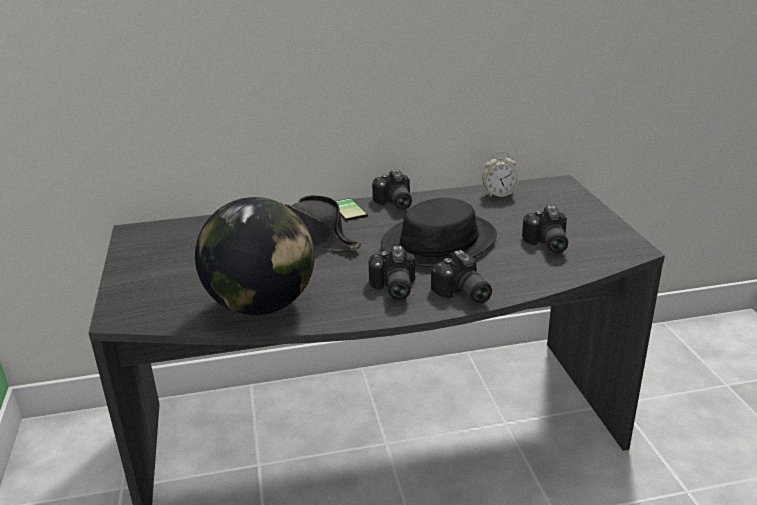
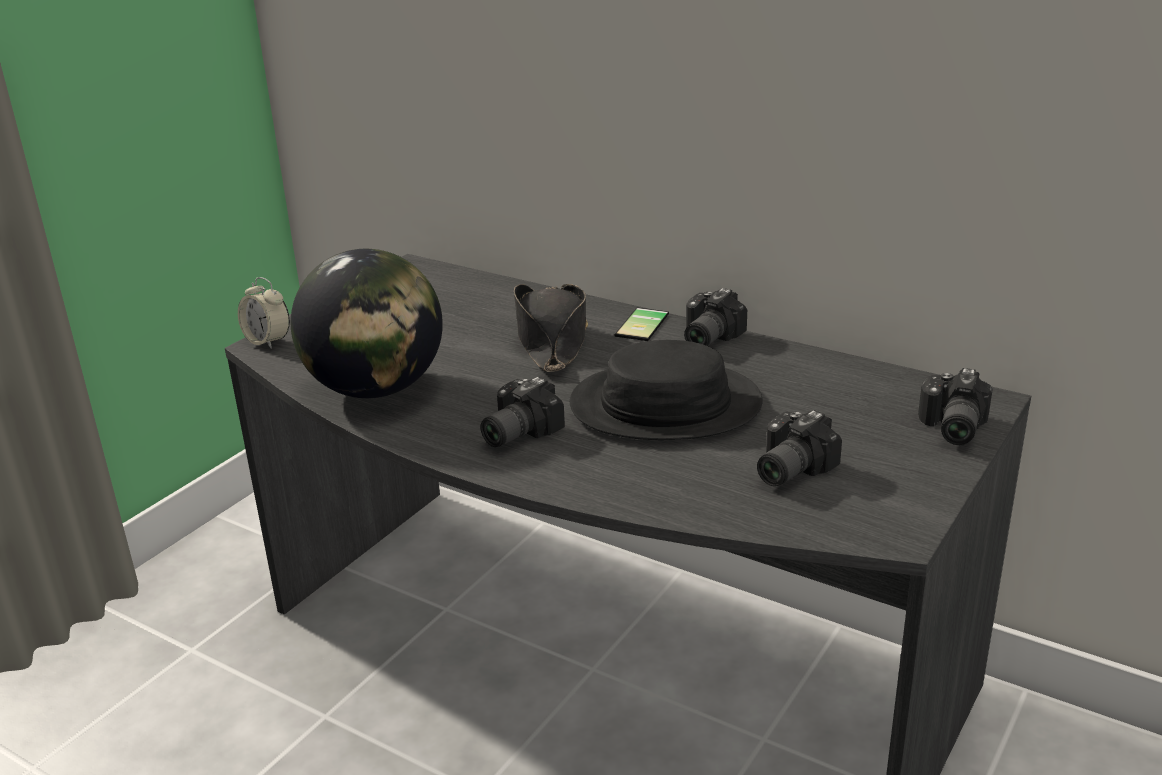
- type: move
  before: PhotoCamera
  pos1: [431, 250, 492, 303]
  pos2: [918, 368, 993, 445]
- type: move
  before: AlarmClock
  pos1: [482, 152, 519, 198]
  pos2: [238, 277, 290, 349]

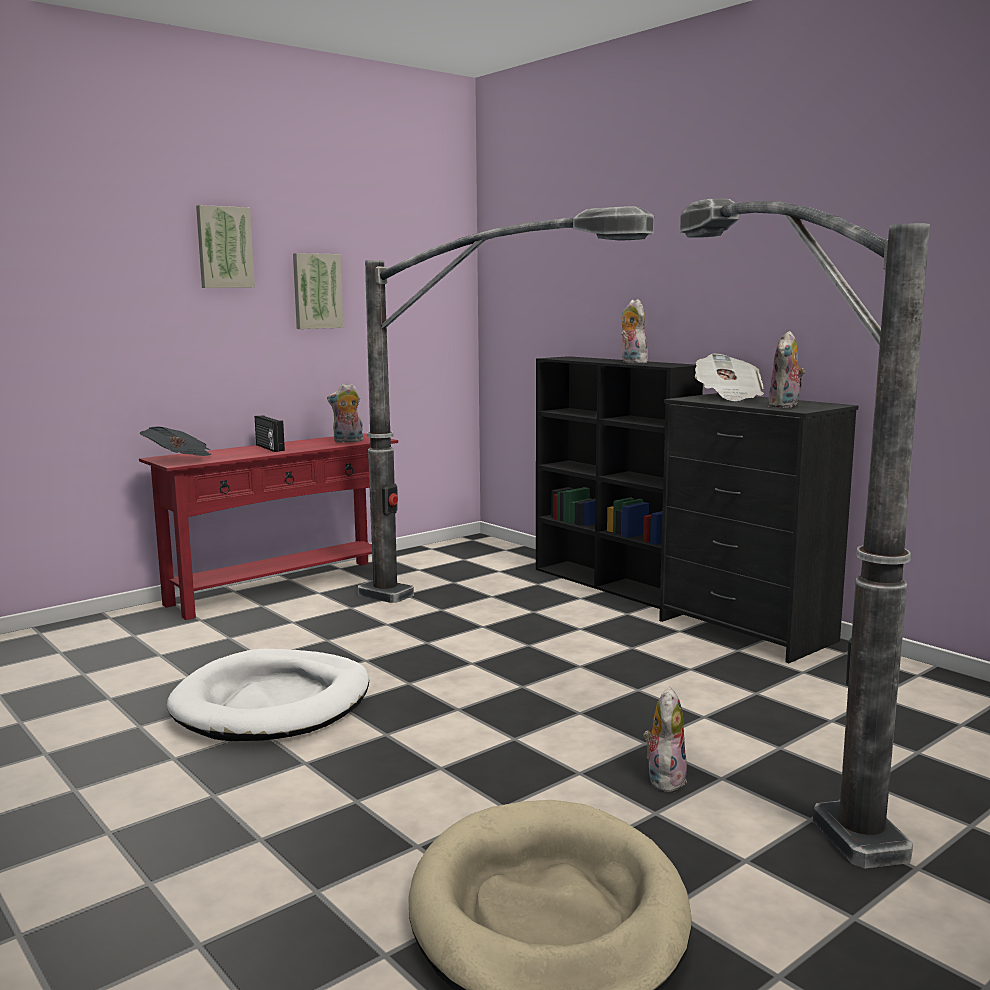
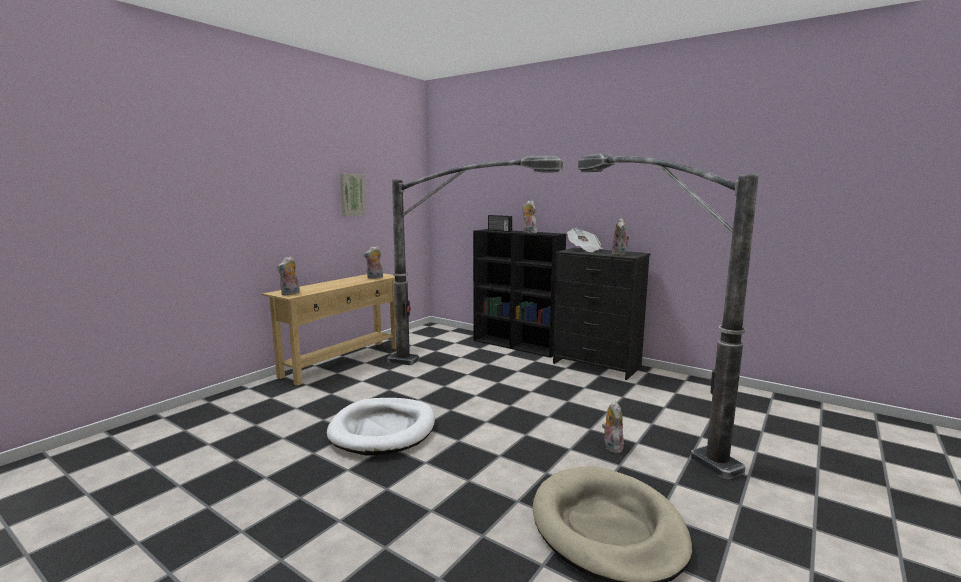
- type: recolor
  before: RedConsoleTable
  after: BeigeConsoleTable
  pos1: [139, 433, 398, 620]
  pos2: [262, 273, 396, 386]
- type: replace
  before: Newspaper
  after: PlushToy
  pos1: [140, 427, 212, 456]
  pos2: [277, 256, 300, 296]
- type: delete
  before: Picture
  pos1: [196, 205, 255, 288]
- type: move
  before: Radio
  pos1: [255, 415, 285, 452]
  pos2: [488, 215, 512, 232]

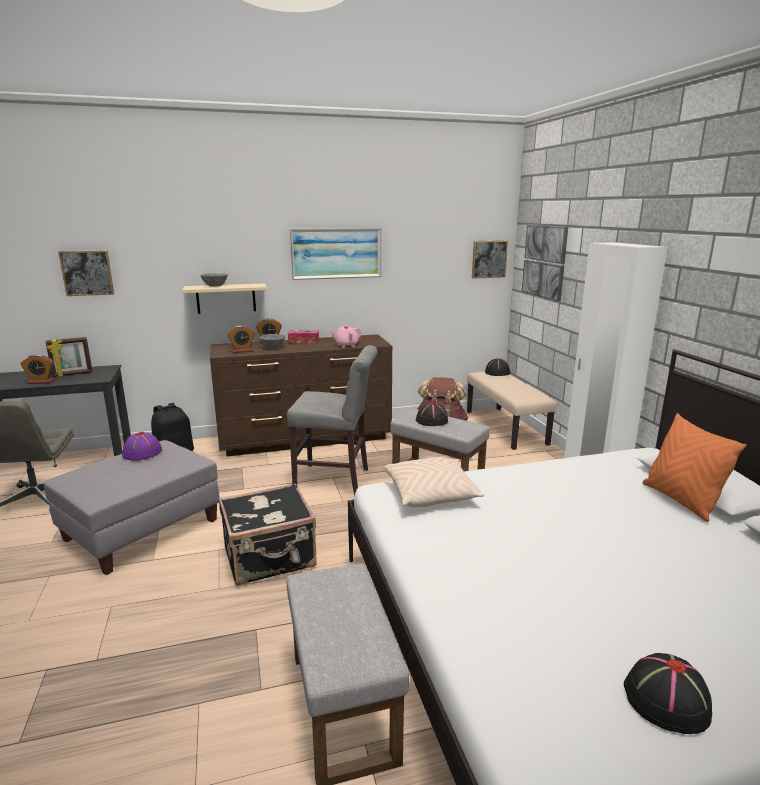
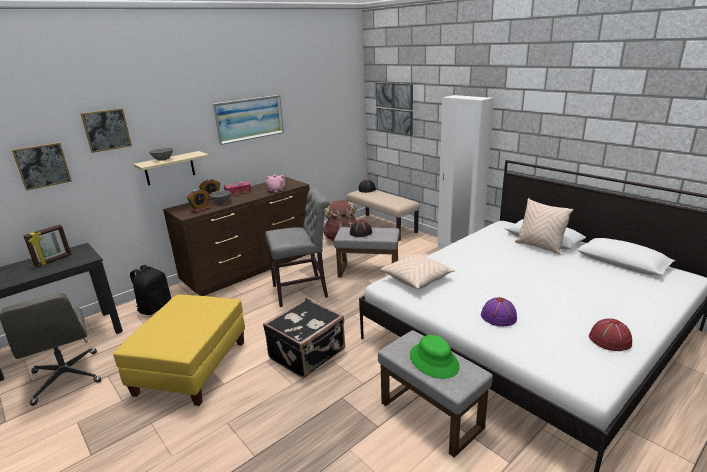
- type: delete
  before: AlarmClock
  pos1: [20, 354, 55, 384]
- type: recolor
  before: GreyOttoman
  after: YellowOttoman
  pos1: [44, 440, 220, 575]
  pos2: [113, 295, 245, 406]
- type: move
  before: PurpleHat
  pos1: [122, 432, 162, 461]
  pos2: [481, 297, 517, 327]
- type: move
  before: Picture
  pos1: [472, 240, 508, 279]
  pos2: [80, 108, 132, 153]
- type: recolor
  before: BlackHat
  after: RedHat
  pos1: [624, 653, 712, 734]
  pos2: [589, 319, 632, 351]
- type: recolor
  before: OrangePillow
  after: BeigePillow
  pos1: [643, 413, 747, 522]
  pos2: [515, 198, 573, 255]
- type: insert
  after: GreenHat
  pos2: [410, 335, 460, 379]

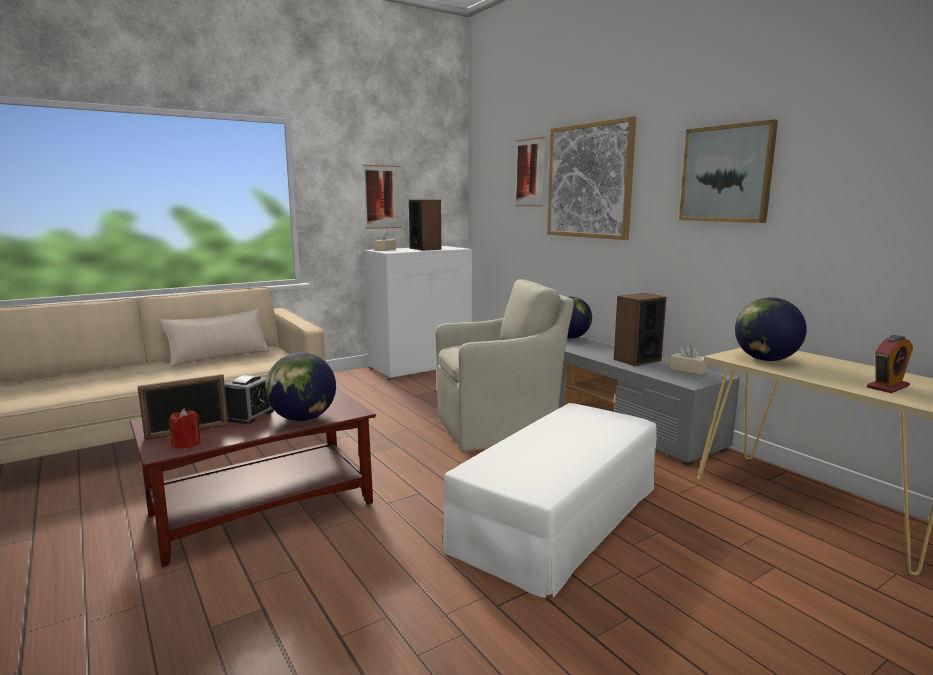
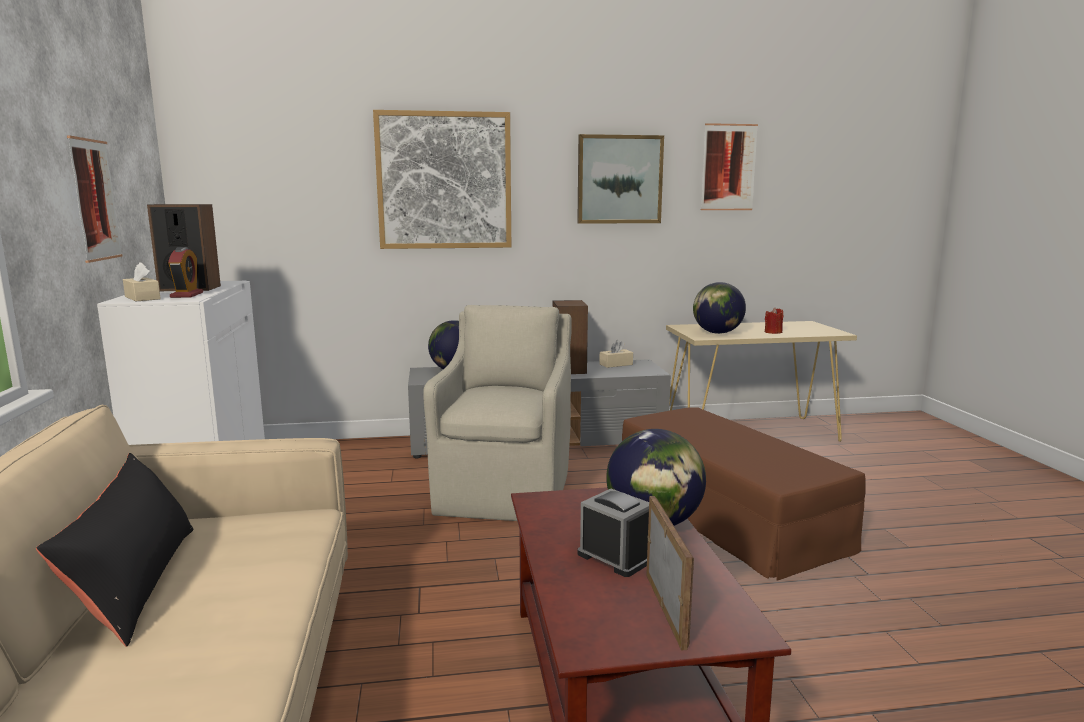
- type: recolor
  before: BeigePillow
  after: BlackPillow
  pos1: [160, 309, 270, 367]
  pos2: [36, 453, 194, 647]
- type: move
  before: RedCandle
  pos1: [169, 408, 200, 449]
  pos2: [765, 307, 783, 334]
- type: recolor
  before: WhiteOttoman
  after: BrownOttoman
  pos1: [442, 403, 657, 598]
  pos2: [622, 407, 866, 580]
- type: move
  before: Picture
  pos1: [515, 137, 545, 207]
  pos2: [701, 123, 758, 210]
- type: move
  before: AlarmClock
  pos1: [867, 335, 913, 393]
  pos2: [168, 247, 203, 298]

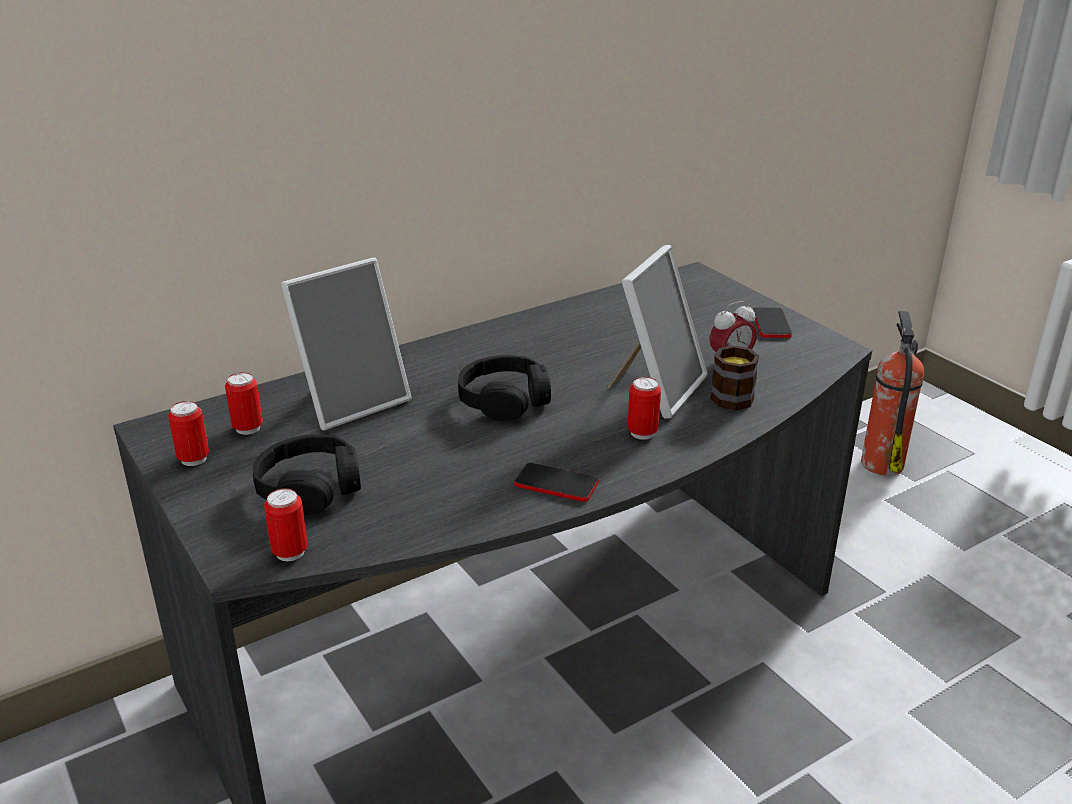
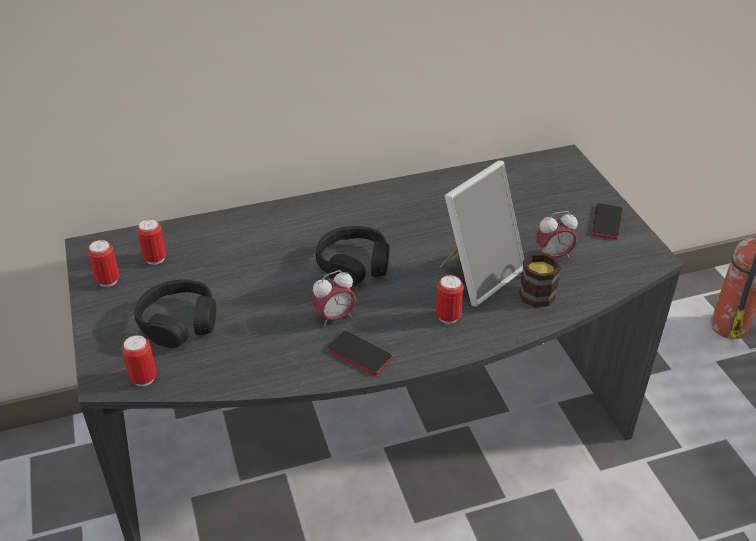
- type: delete
  before: PictureFrame
  pos1: [281, 257, 412, 430]
- type: insert
  after: AlarmClock
  pos2: [312, 270, 356, 327]

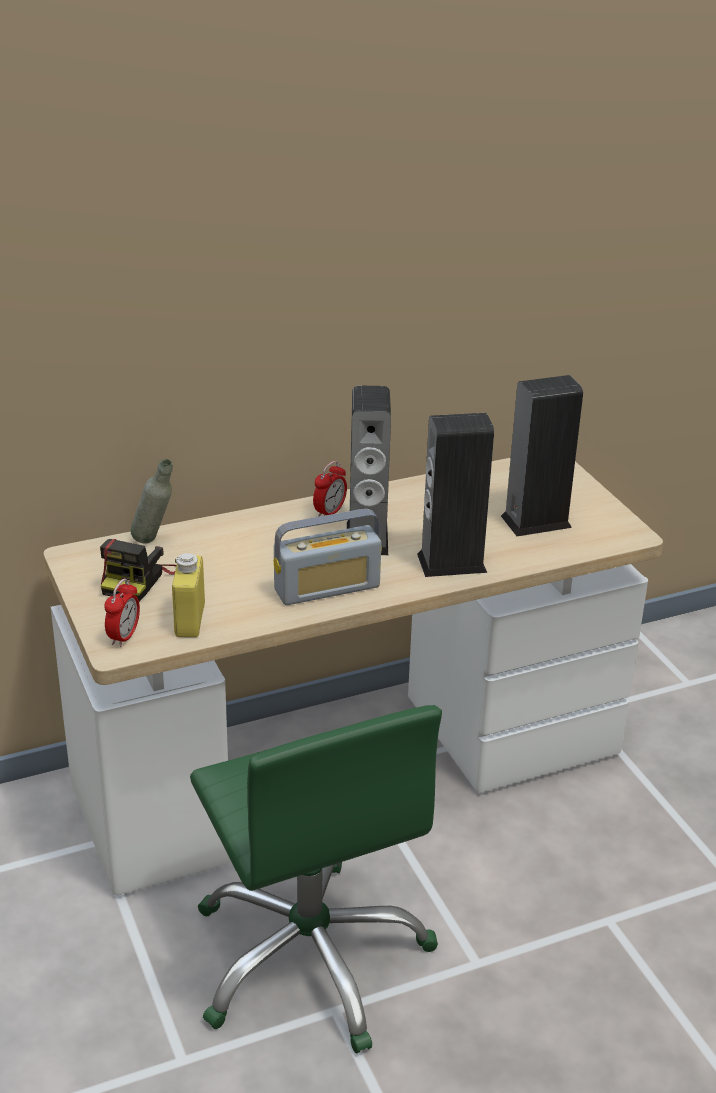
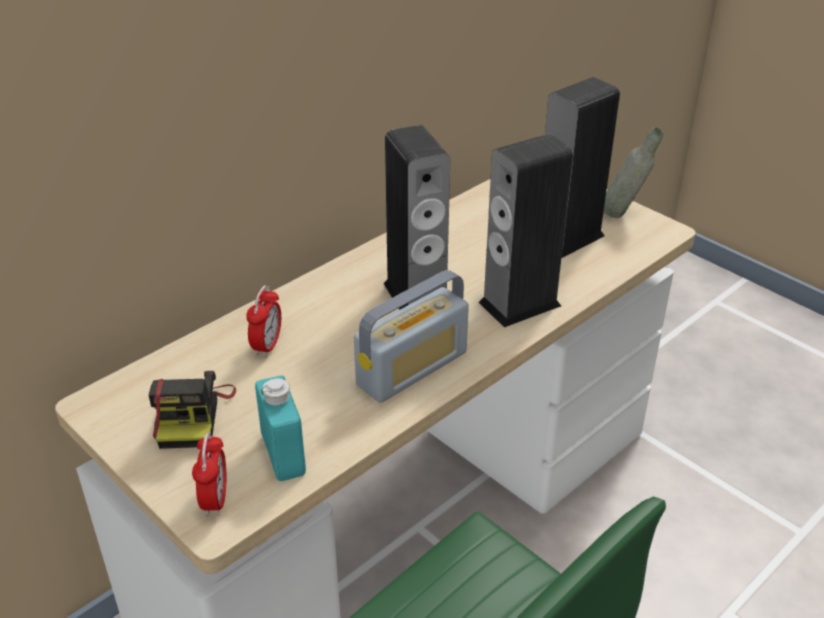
- type: move
  before: GreyBottle
  pos1: [131, 459, 173, 544]
  pos2: [604, 127, 663, 218]
- type: recolor
  before: YellowBottle
  after: TurquoiseBottle
  pos1: [172, 553, 205, 638]
  pos2: [255, 376, 306, 481]
- type: move
  before: AlarmClock
  pos1: [313, 461, 347, 517]
  pos2: [246, 285, 281, 358]

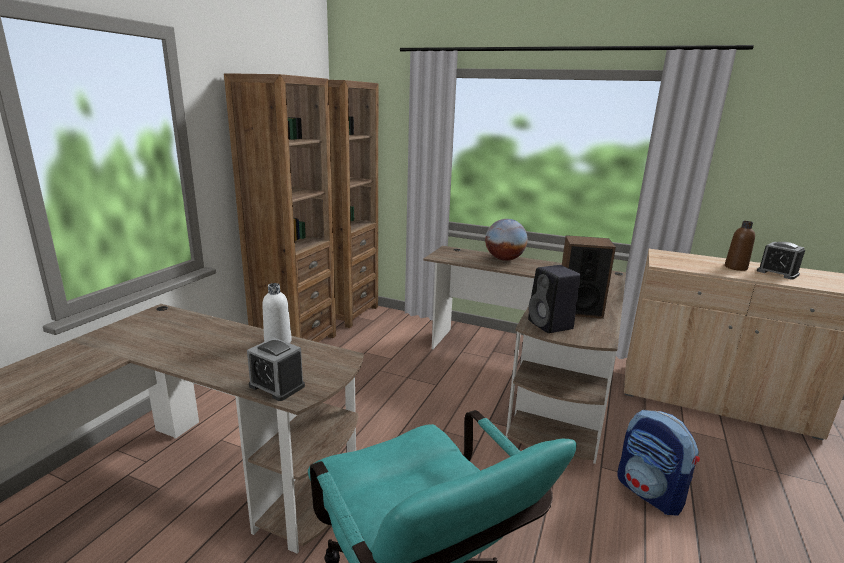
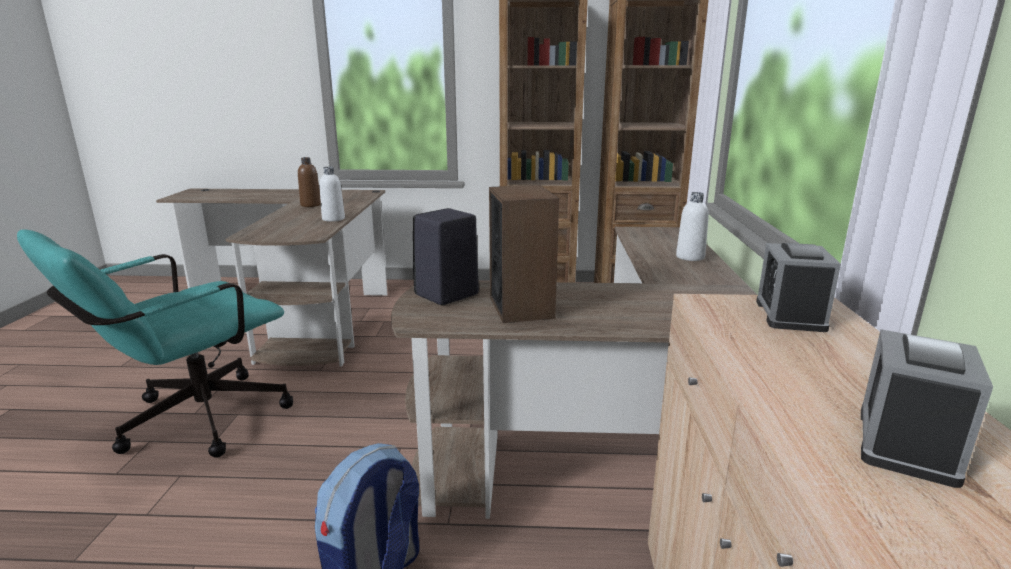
- type: move
  before: AlarmClock
  pos1: [247, 337, 305, 401]
  pos2: [756, 243, 841, 332]
- type: replace
  before: Globe
  after: WhiteBottle
  pos1: [485, 219, 528, 261]
  pos2: [676, 192, 709, 261]
- type: move
  before: BrownBottle
  pos1: [725, 221, 755, 271]
  pos2: [298, 157, 321, 207]

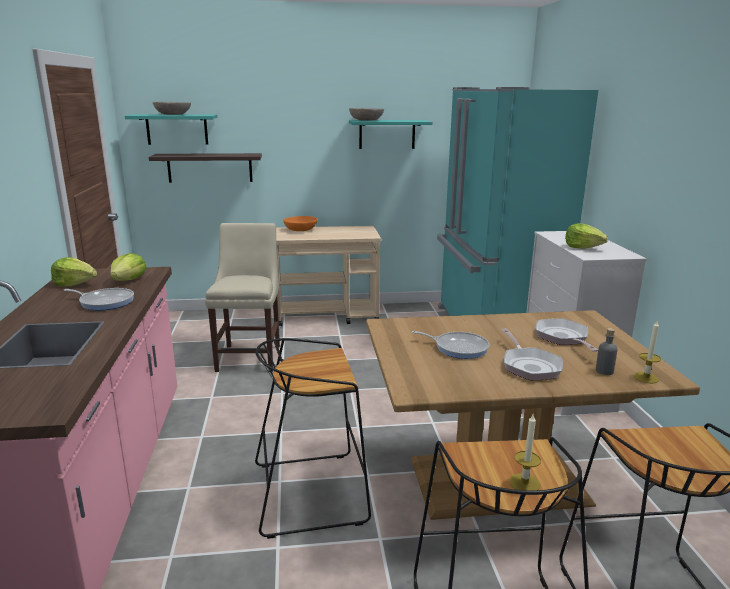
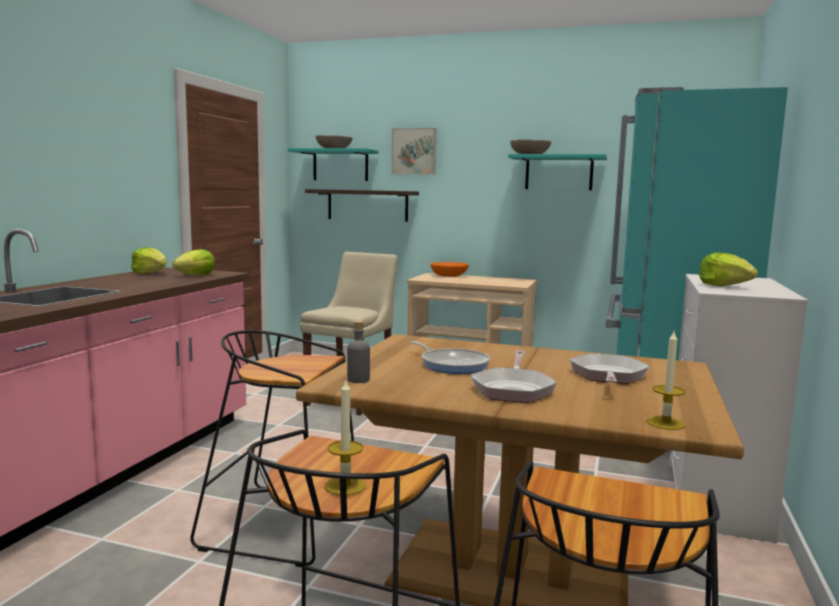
- type: delete
  before: FryingPan
  pos1: [64, 288, 134, 310]
- type: move
  before: GreyBottle
  pos1: [596, 328, 618, 375]
  pos2: [347, 321, 370, 383]
- type: insert
  after: Picture
  pos2: [391, 128, 436, 175]

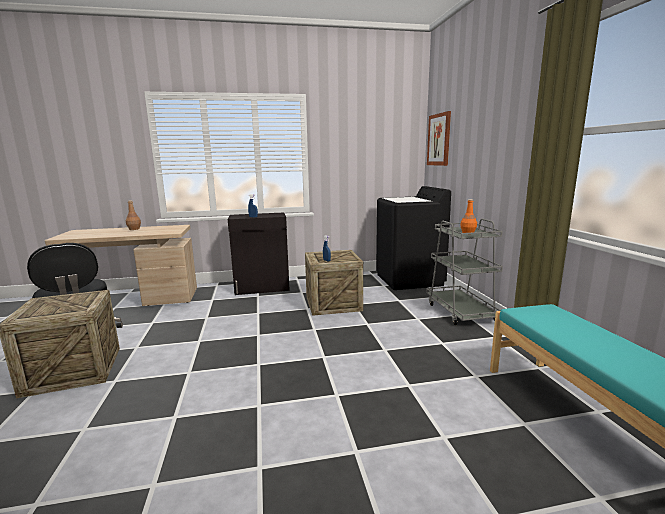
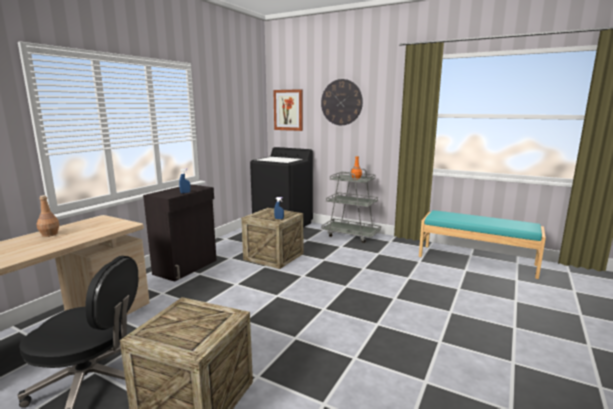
- type: insert
  after: WallClock
  pos2: [321, 79, 363, 125]

